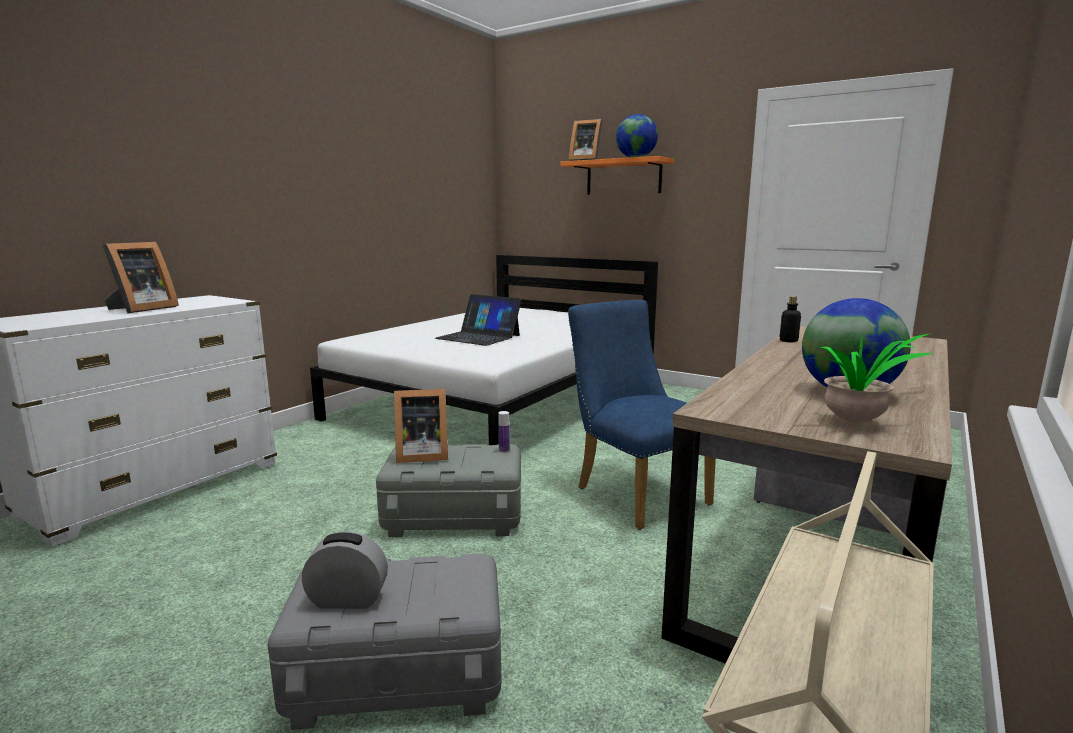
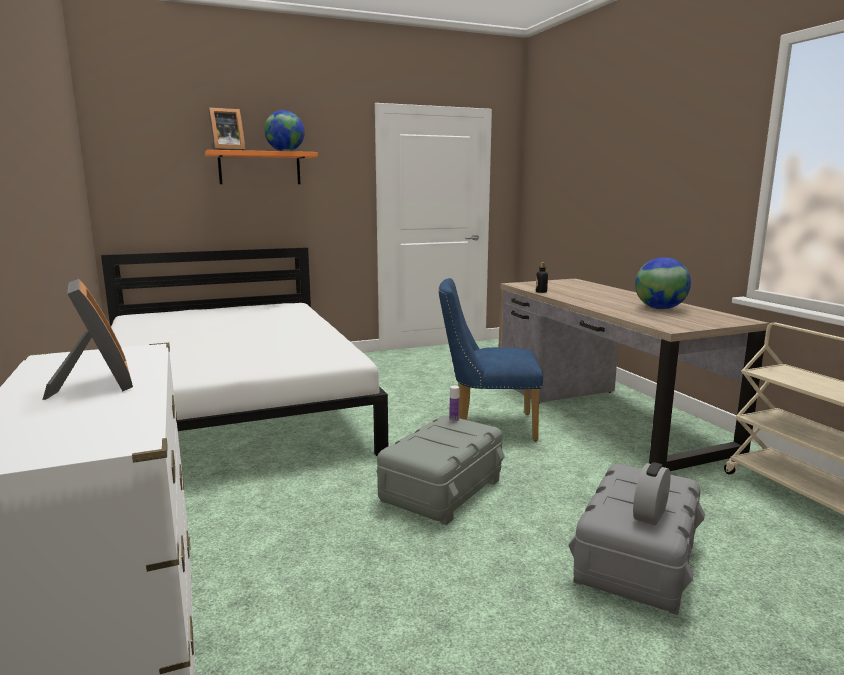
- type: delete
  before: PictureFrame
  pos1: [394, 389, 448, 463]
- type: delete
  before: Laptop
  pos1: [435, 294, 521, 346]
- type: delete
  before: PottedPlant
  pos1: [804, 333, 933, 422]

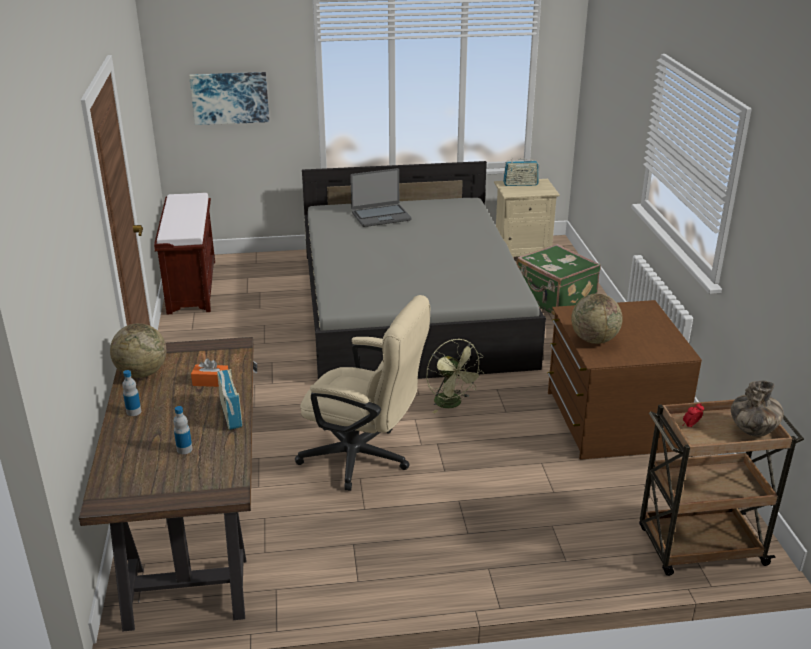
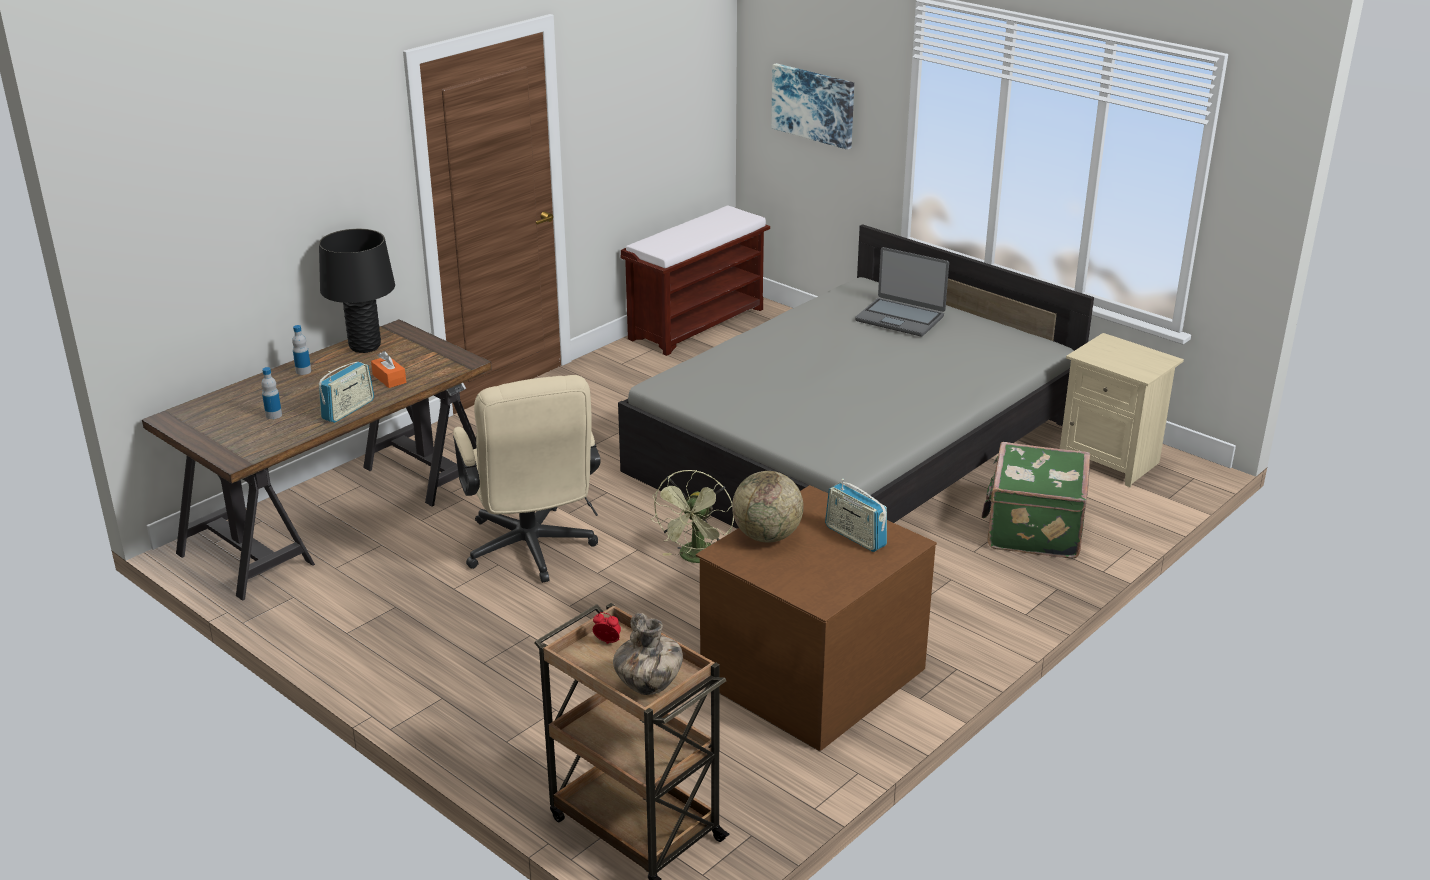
- type: replace
  before: Globe
  after: BlackTableLamp
  pos1: [110, 323, 166, 378]
  pos2: [319, 229, 395, 353]
- type: move
  before: Radio
  pos1: [503, 157, 538, 186]
  pos2: [825, 478, 887, 552]

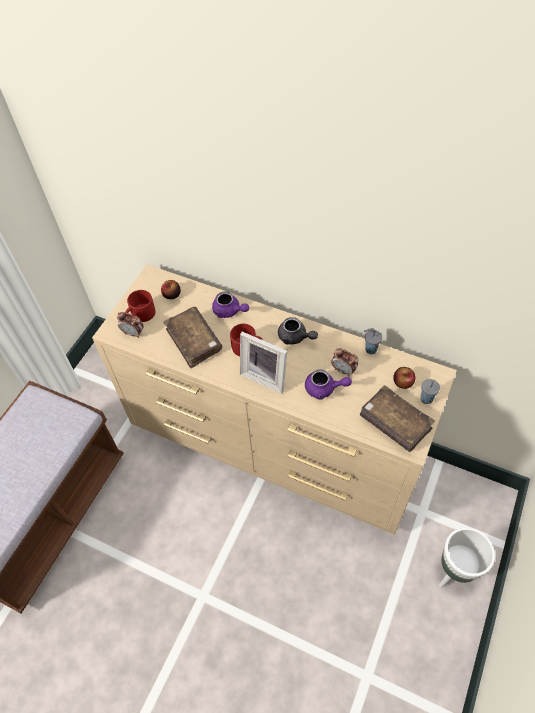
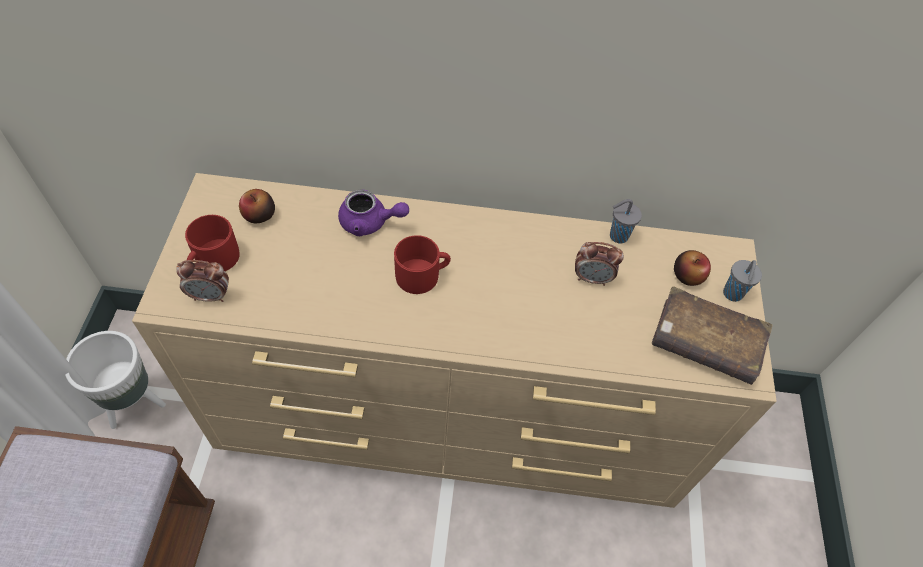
- type: delete
  before: BrownBook
  pos1: [163, 307, 222, 368]
- type: delete
  before: PictureFrame
  pos1: [240, 332, 288, 394]
- type: delete
  before: GreyTeapot
  pos1: [278, 317, 318, 345]
- type: delete
  before: PurpleTeapot
  pos1: [305, 369, 352, 399]
- type: move
  before: WhitePlanter
  pos1: [439, 527, 495, 588]
  pos2: [65, 331, 166, 429]

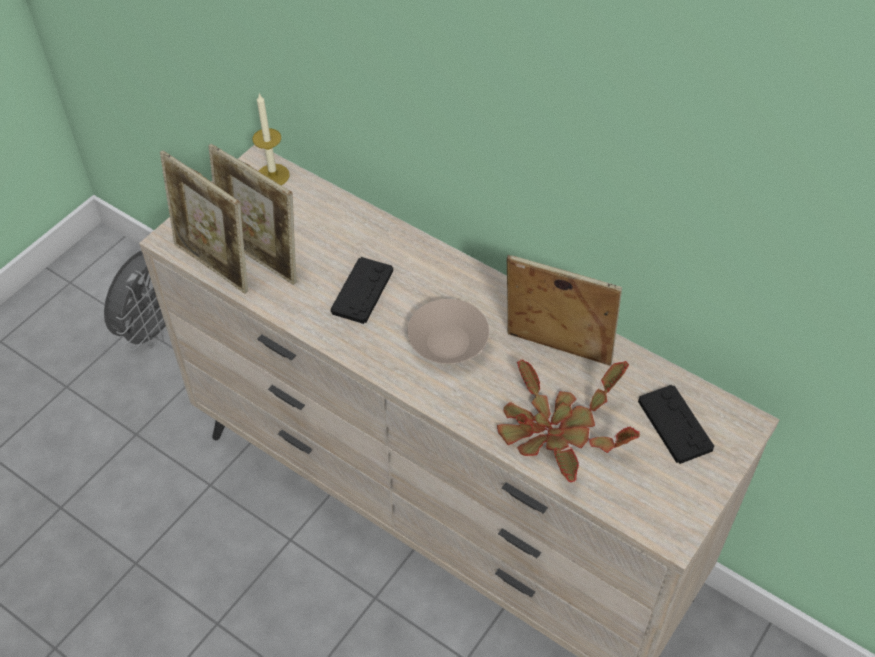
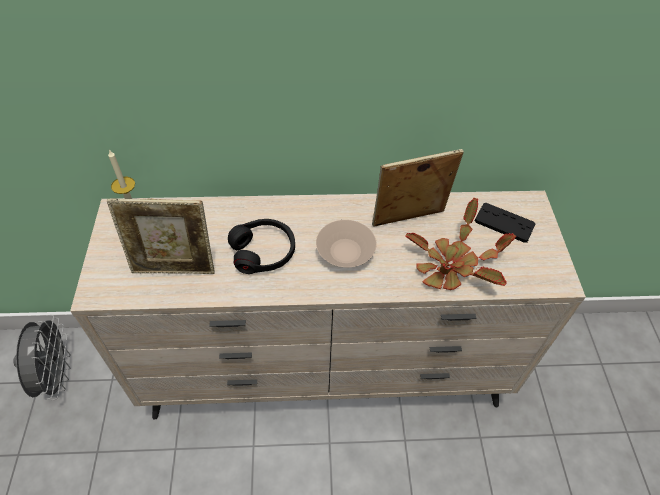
- type: delete
  before: PictureFrame
  pos1: [160, 151, 248, 294]
- type: replace
  before: BlackGameController
  after: BlackHeadphones
  pos1: [331, 257, 393, 324]
  pos2: [228, 219, 295, 274]

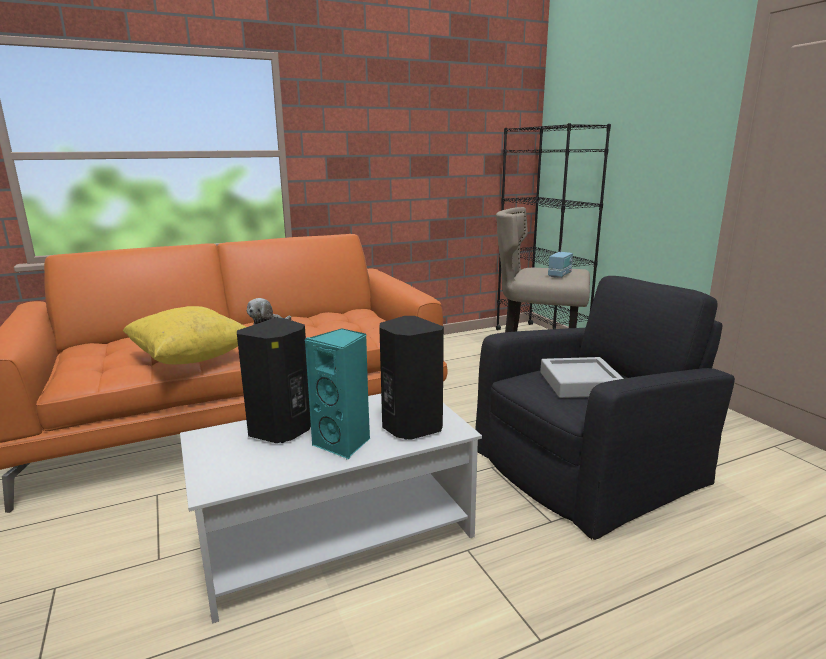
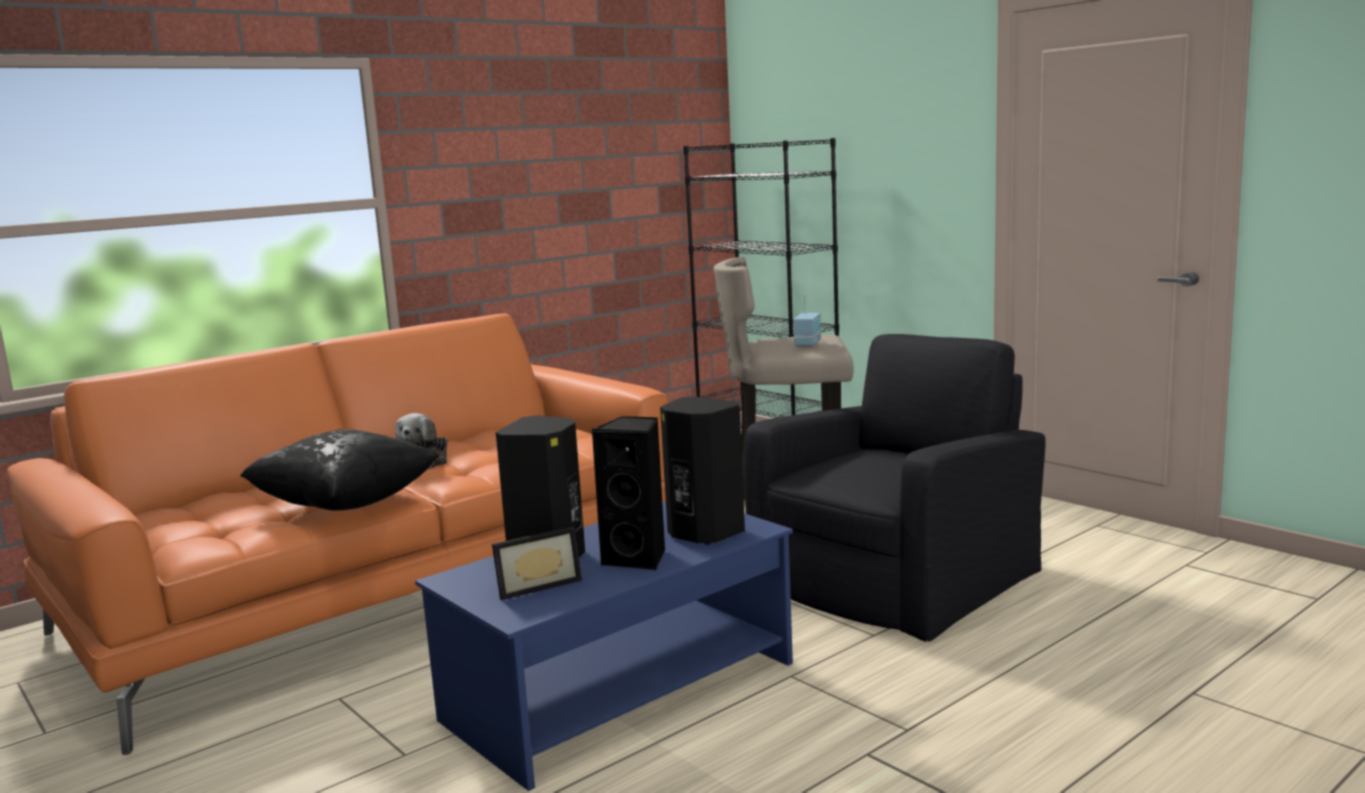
- type: recolor
  before: YellowPillow
  after: BlackPillow
  pos1: [123, 306, 246, 364]
  pos2: [240, 429, 438, 511]
- type: recolor
  before: WhiteCoffeeTable
  after: BlueCoffeeTable
  pos1: [180, 394, 482, 624]
  pos2: [415, 501, 793, 791]
- type: recolor
  before: TurquoiseSpeaker
  after: BlackSpeaker
  pos1: [305, 328, 370, 460]
  pos2: [591, 416, 666, 570]
- type: delete
  before: GreyTray
  pos1: [540, 357, 624, 398]
- type: insert
  after: PictureFrame
  pos2: [492, 526, 582, 600]

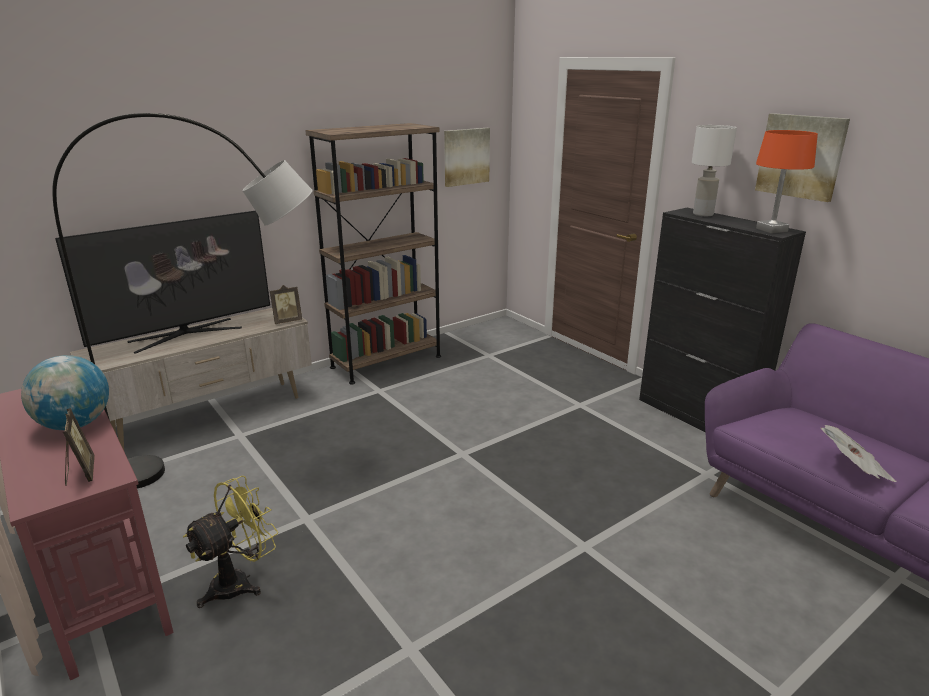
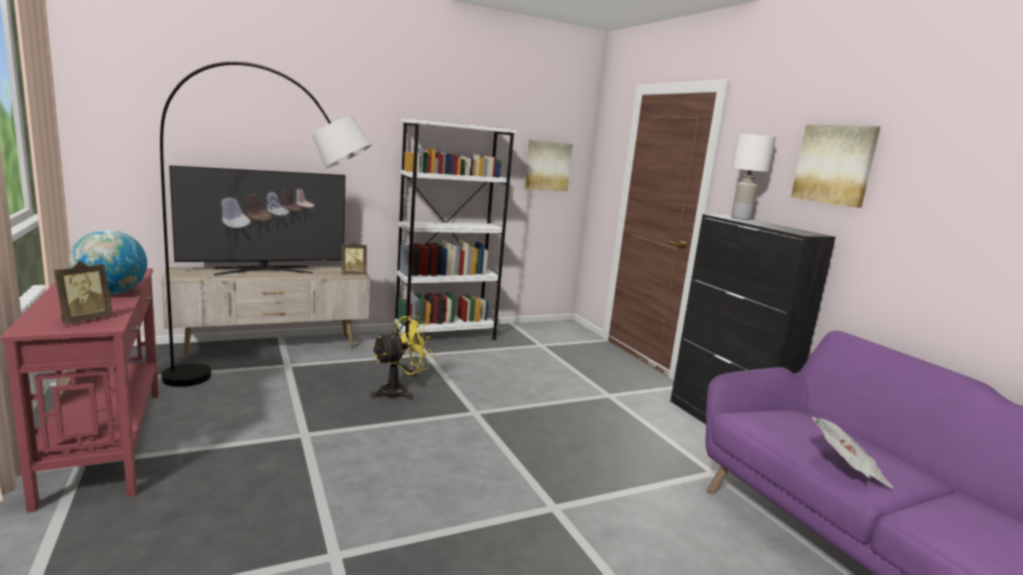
- type: rotate
  before: PictureFrame
  pos1: [63, 408, 95, 486]
  pos2: [54, 261, 113, 324]
  turn: 45
- type: move
  before: YellowFan
  pos1: [183, 475, 278, 608]
  pos2: [371, 315, 433, 400]
- type: recolor
  before: BrownBookcase
  after: WhiteBookcase
  pos1: [305, 123, 441, 384]
  pos2: [393, 118, 517, 340]
- type: delete
  before: OrangeTableLamp
  pos1: [756, 130, 818, 233]

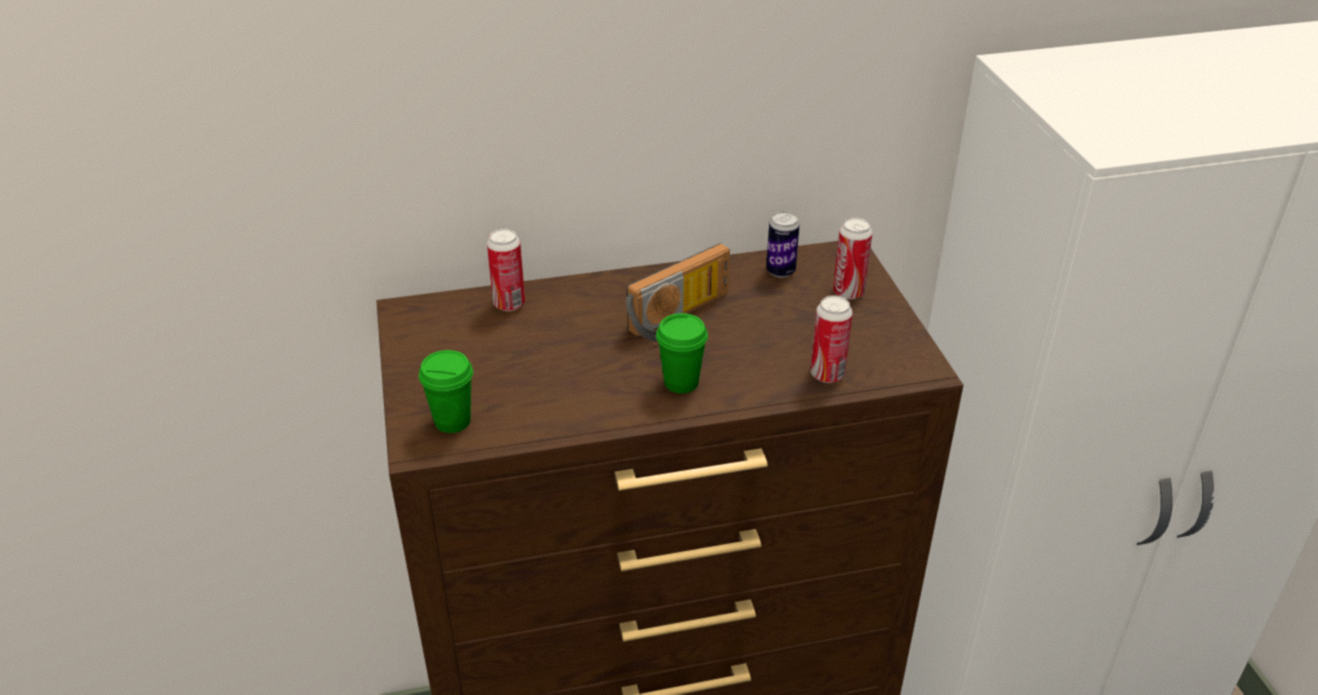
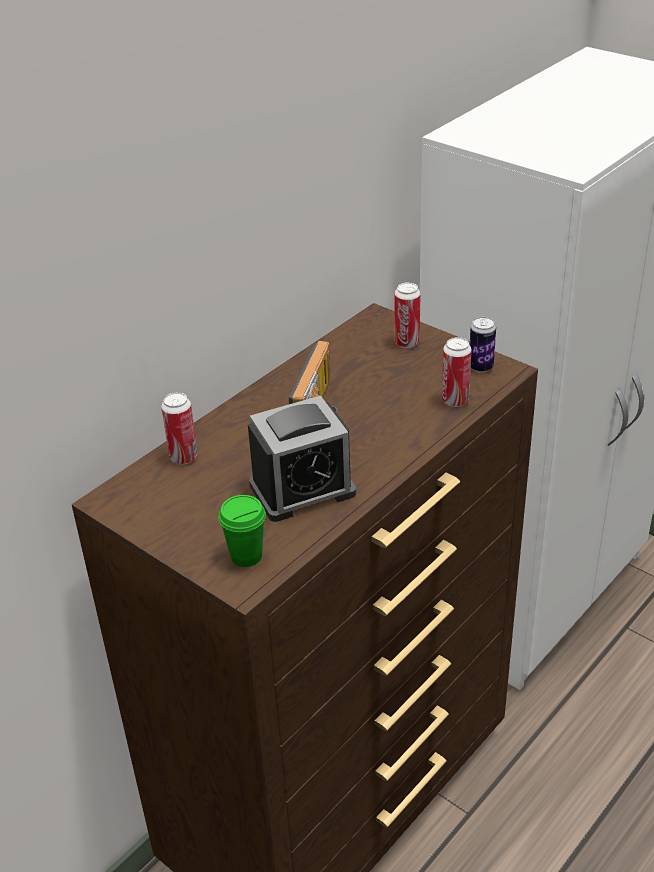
- type: delete
  before: GreenCup
  pos1: [656, 313, 708, 393]
- type: move
  before: Can
  pos1: [766, 212, 800, 278]
  pos2: [470, 317, 496, 373]
- type: insert
  after: AlarmClock
  pos2: [248, 396, 356, 522]

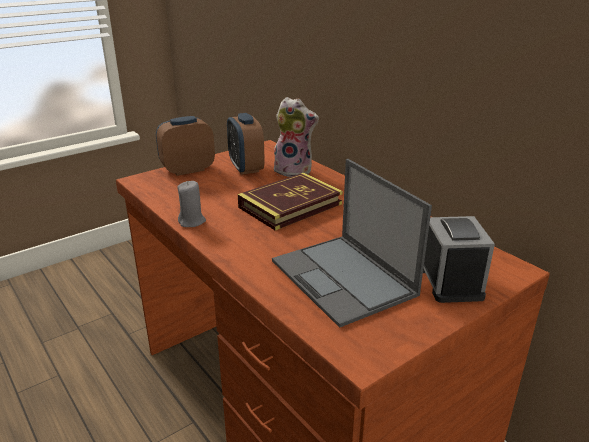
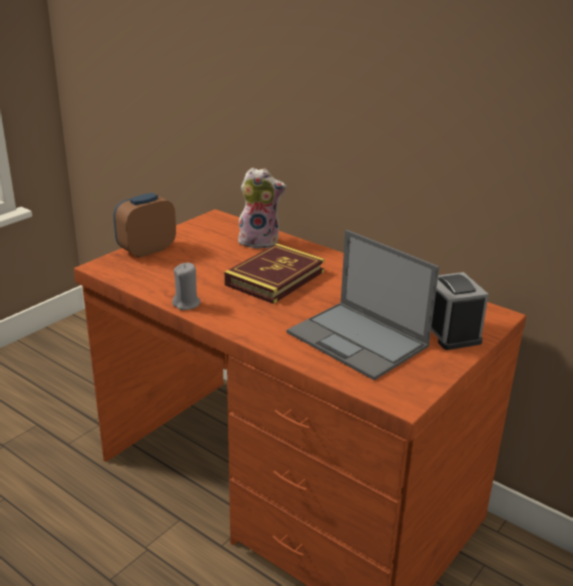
- type: delete
  before: AlarmClock
  pos1: [227, 113, 265, 175]

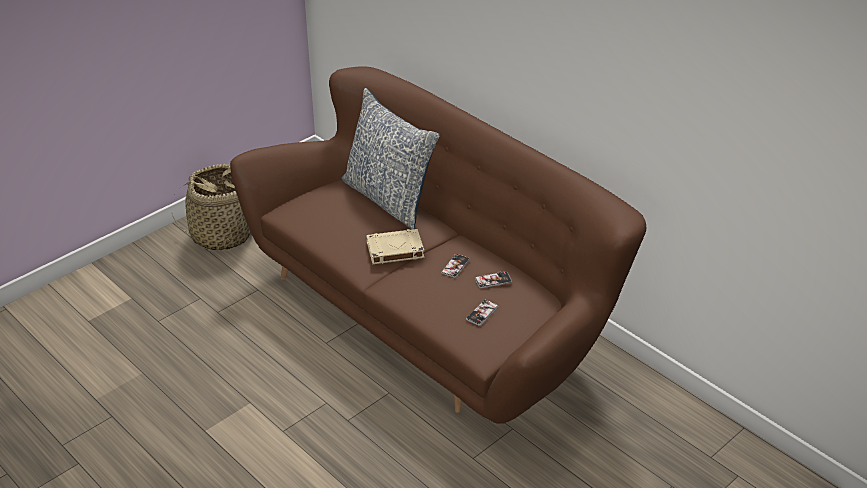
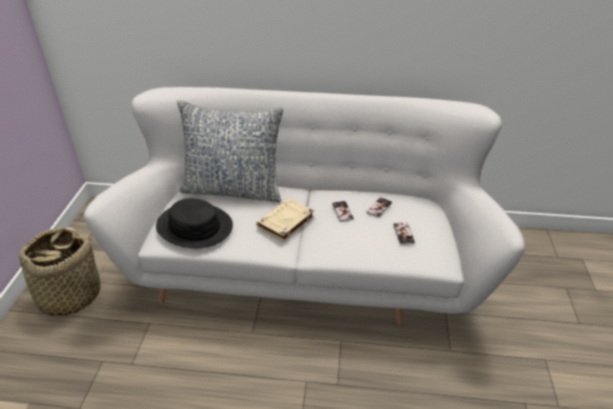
- type: recolor
  before: BrownSofa
  after: WhiteSofa
  pos1: [230, 66, 647, 424]
  pos2: [84, 87, 525, 325]
- type: insert
  after: BlackHat
  pos2: [156, 198, 233, 248]

